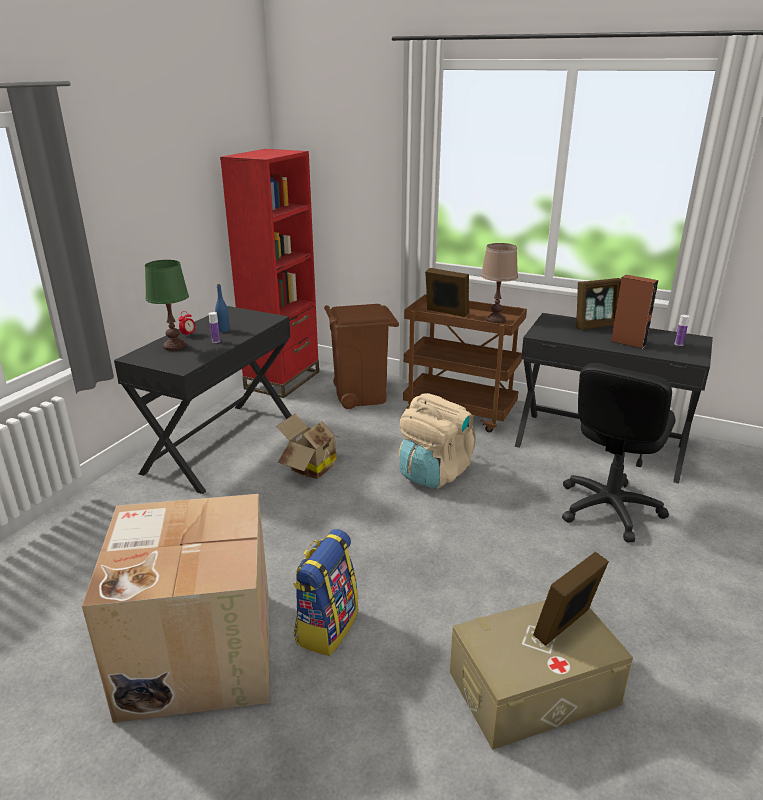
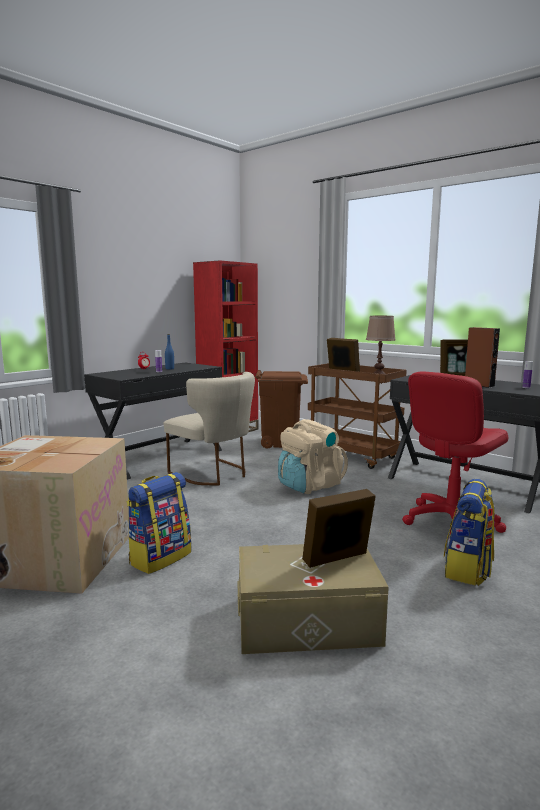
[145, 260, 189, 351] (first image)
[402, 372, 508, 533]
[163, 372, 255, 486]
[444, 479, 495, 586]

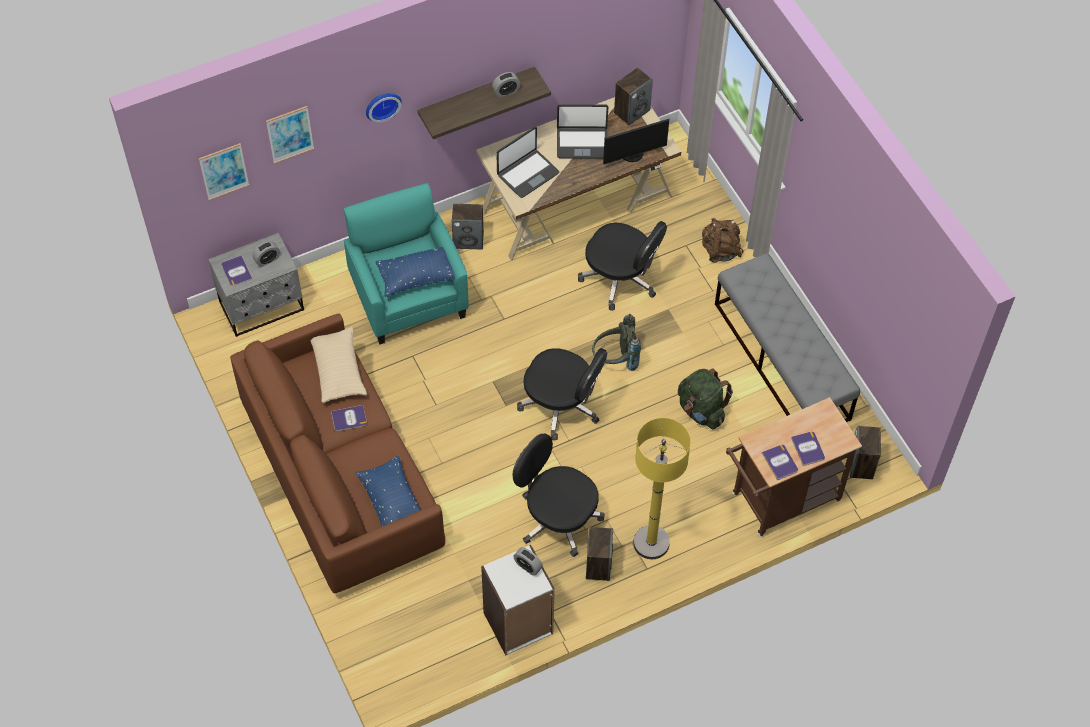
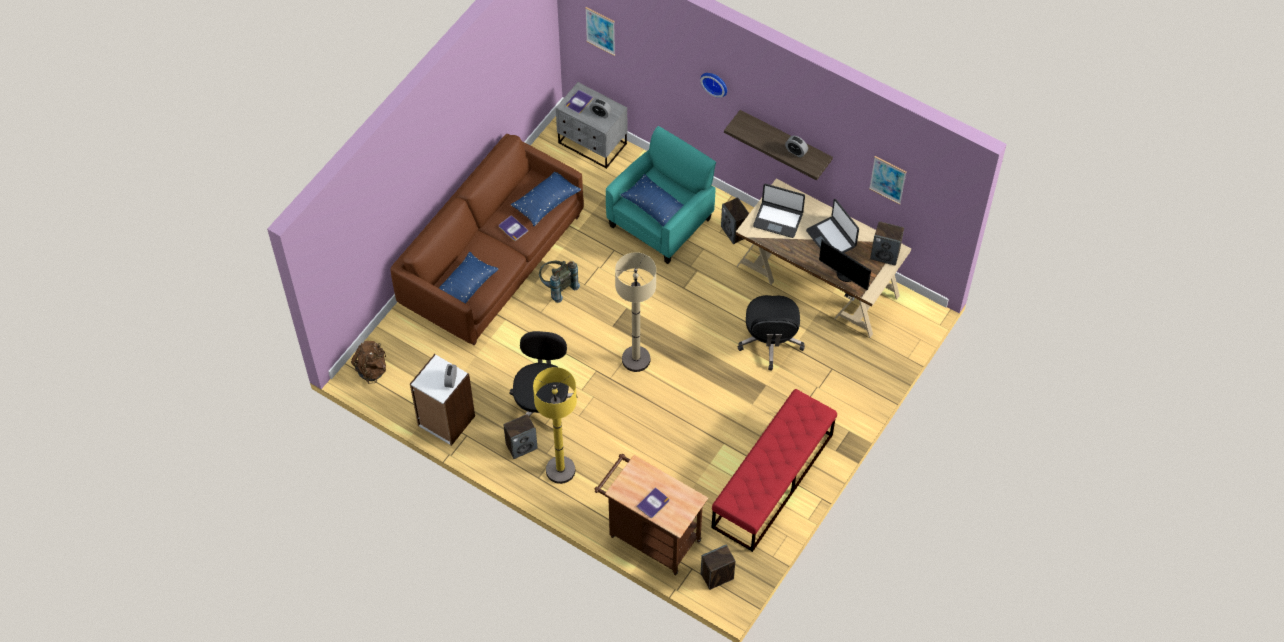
[869, 156, 907, 205]
[351, 341, 386, 384]
[712, 389, 837, 552]
[539, 261, 580, 303]
[511, 172, 581, 226]
[615, 252, 656, 372]
[678, 368, 733, 429] (first image)
[762, 444, 798, 480] (first image)

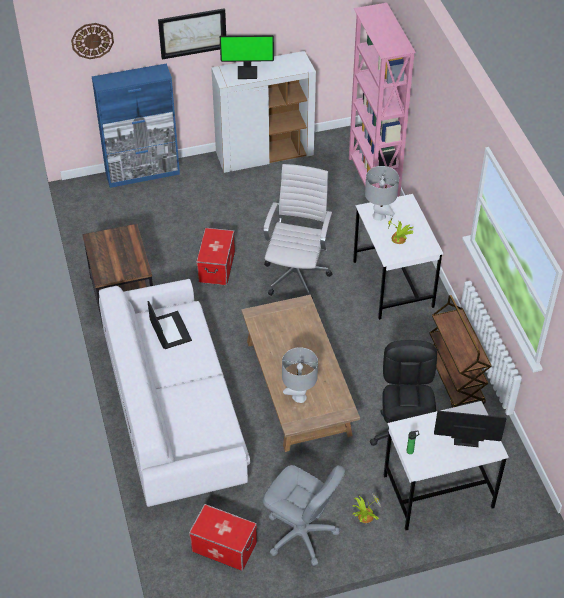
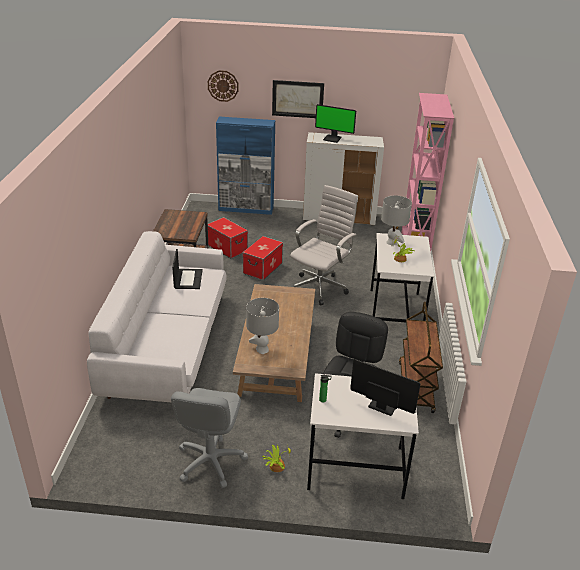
[171, 388, 248, 488]
[208, 217, 248, 258]

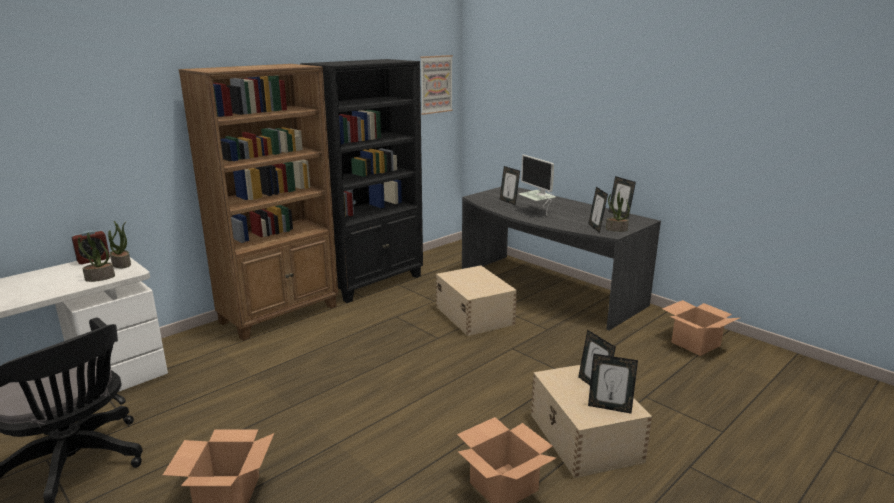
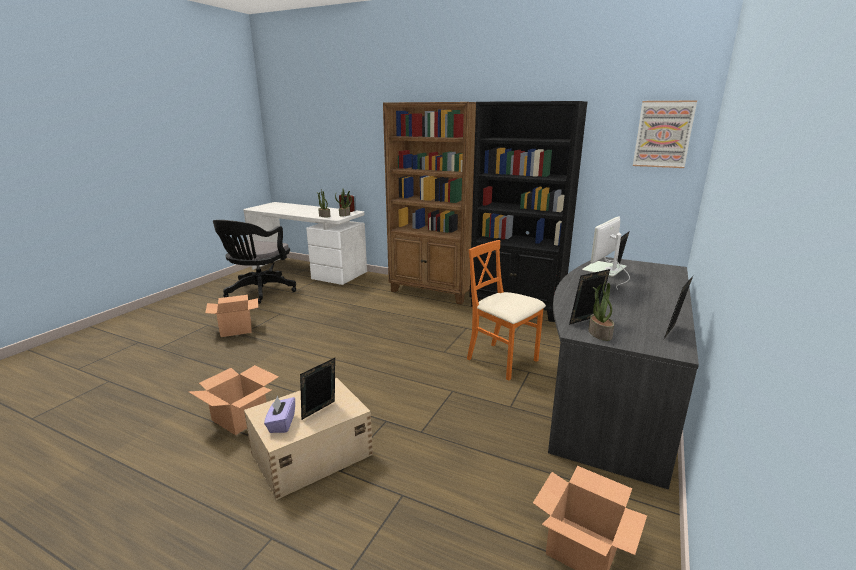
[467, 240, 546, 381]
[264, 396, 295, 433]

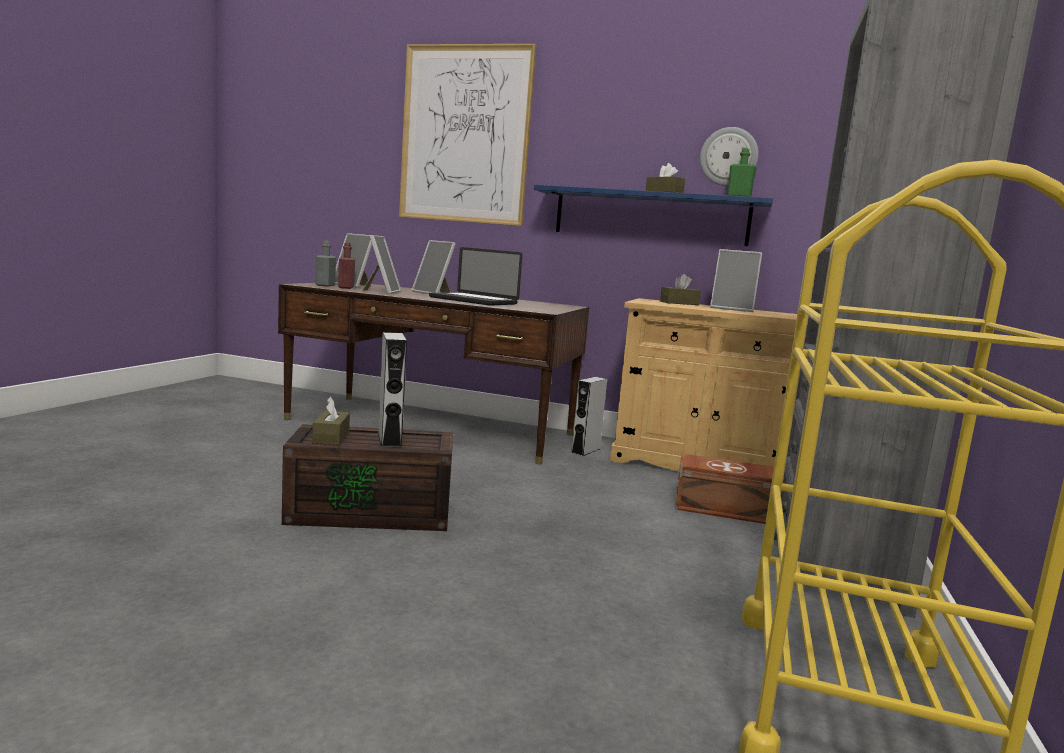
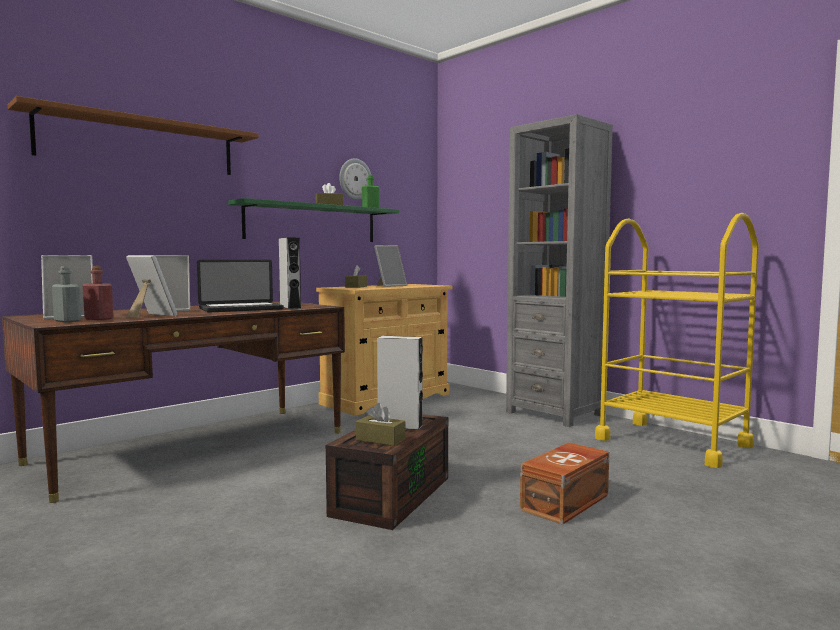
[8, 96, 259, 175]
[228, 198, 399, 242]
[279, 238, 301, 309]
[520, 442, 609, 525]

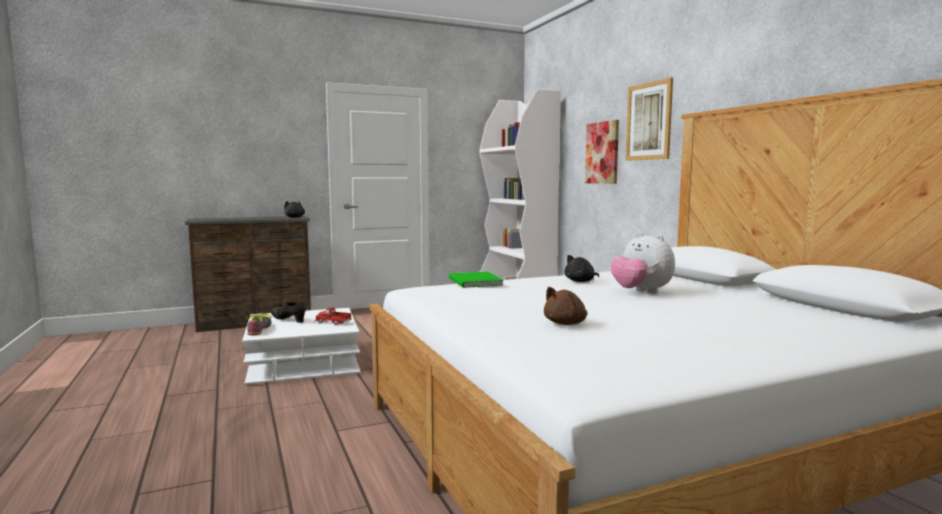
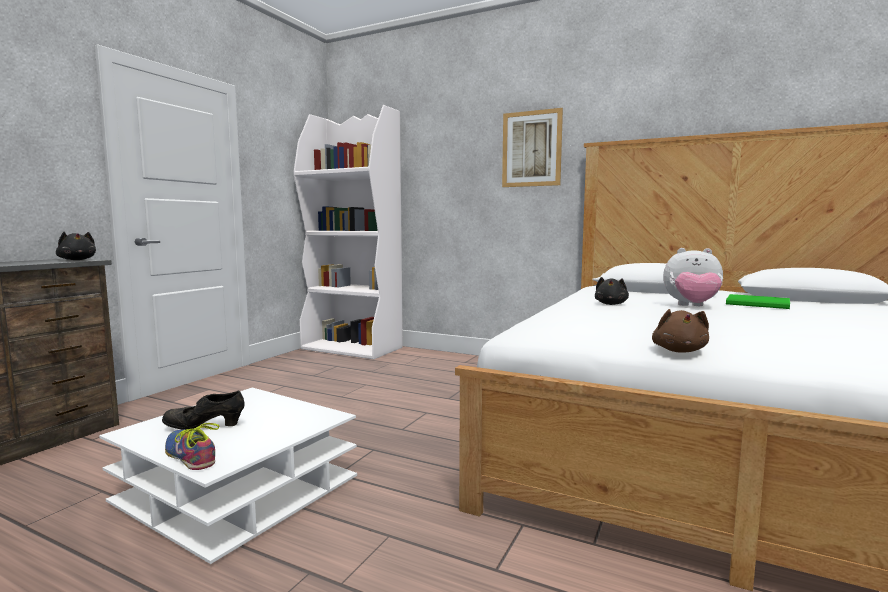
[585, 120, 619, 184] (first image)
[726, 294, 790, 309]
[652, 309, 709, 353]
[315, 307, 352, 325] (first image)

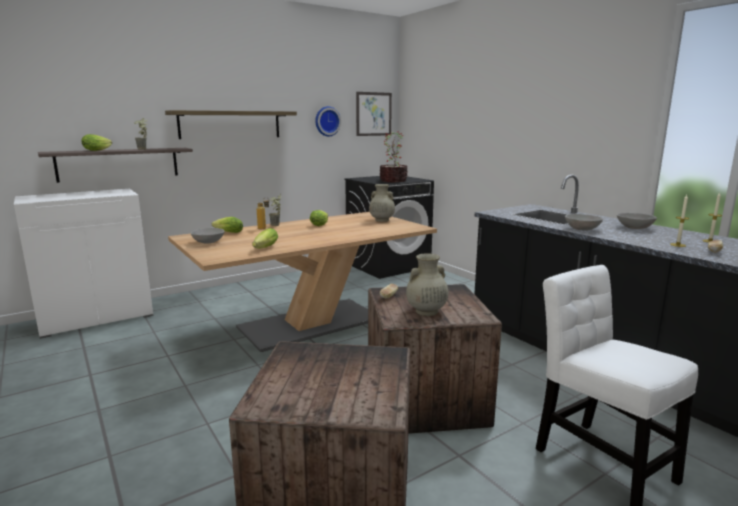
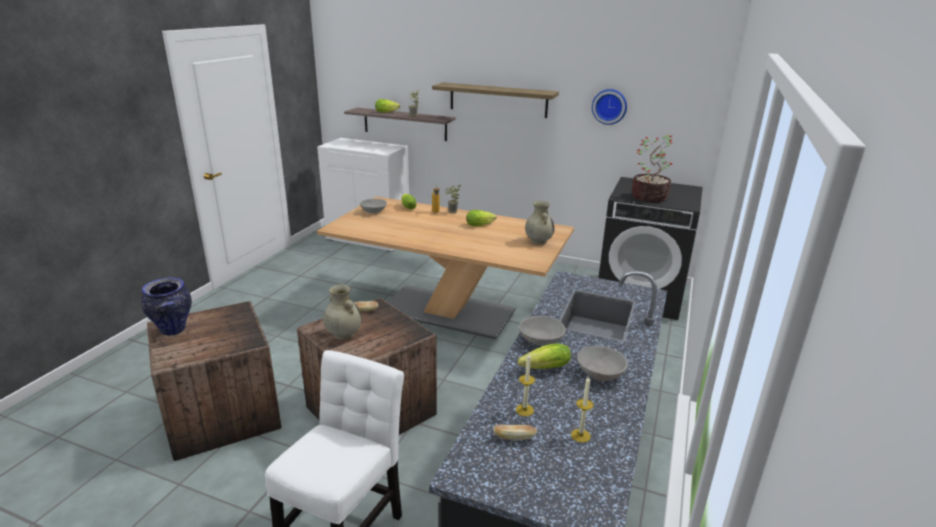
[356, 92, 392, 136] (first image)
[518, 343, 571, 369]
[141, 277, 192, 336]

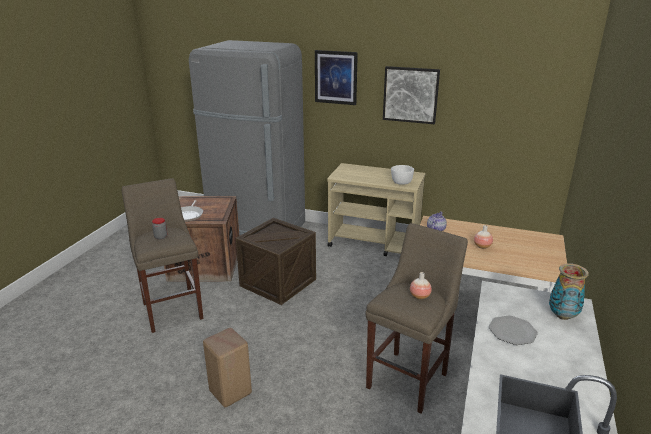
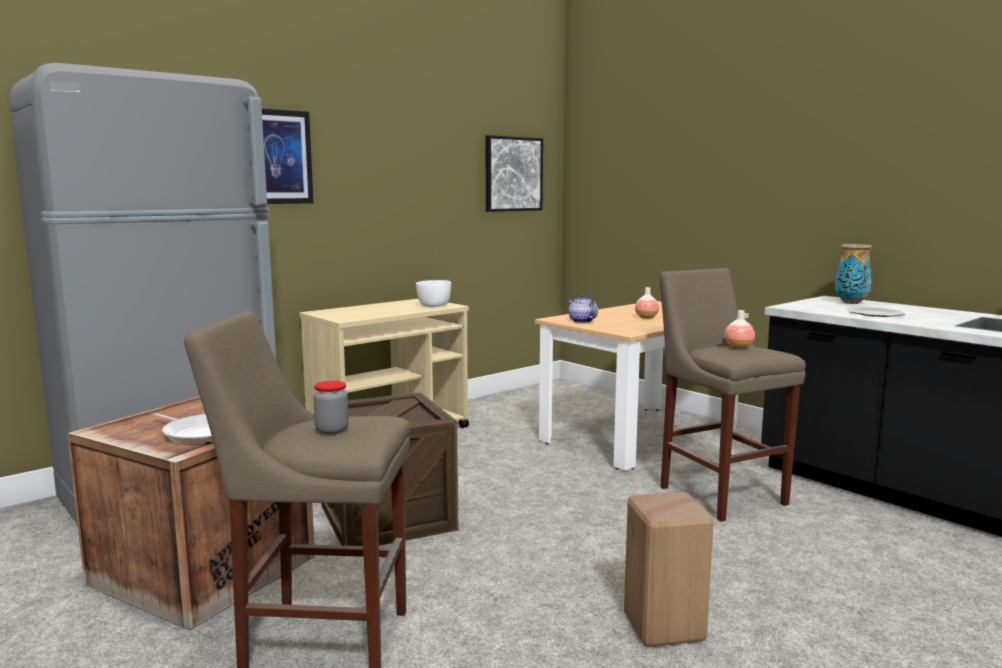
[486, 135, 543, 212]

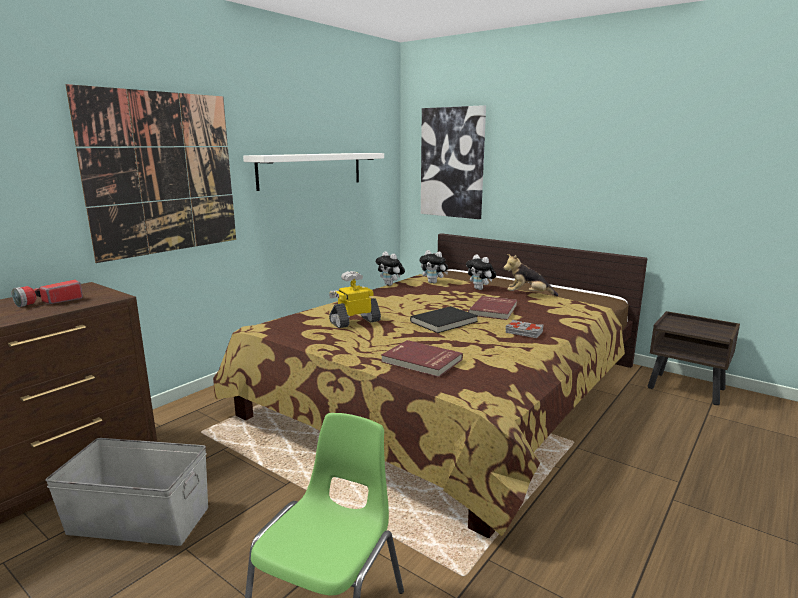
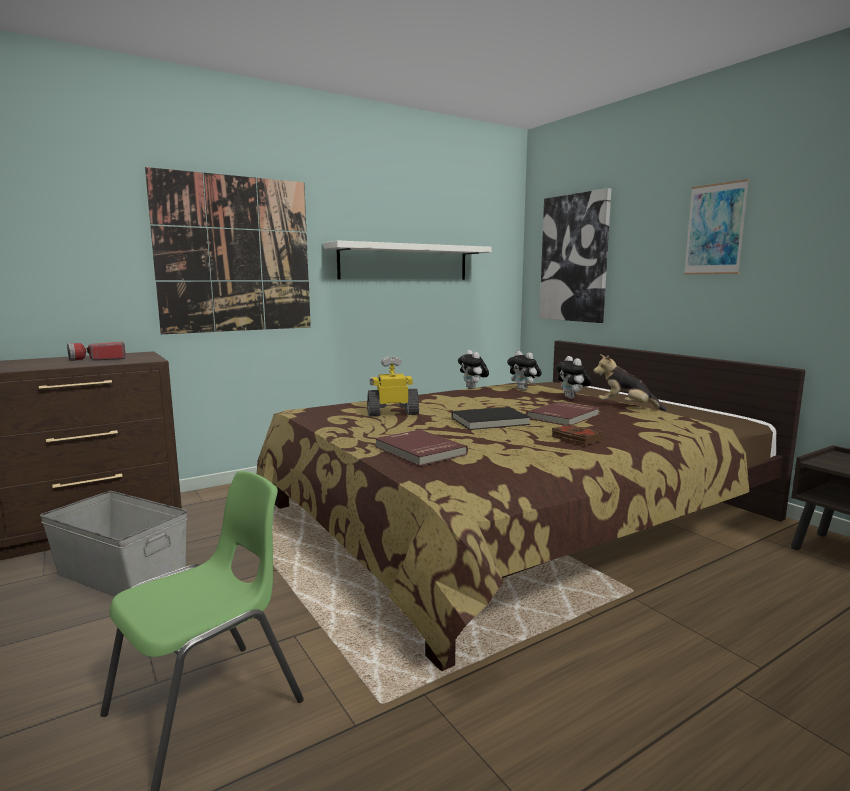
[552, 424, 602, 445]
[684, 179, 749, 274]

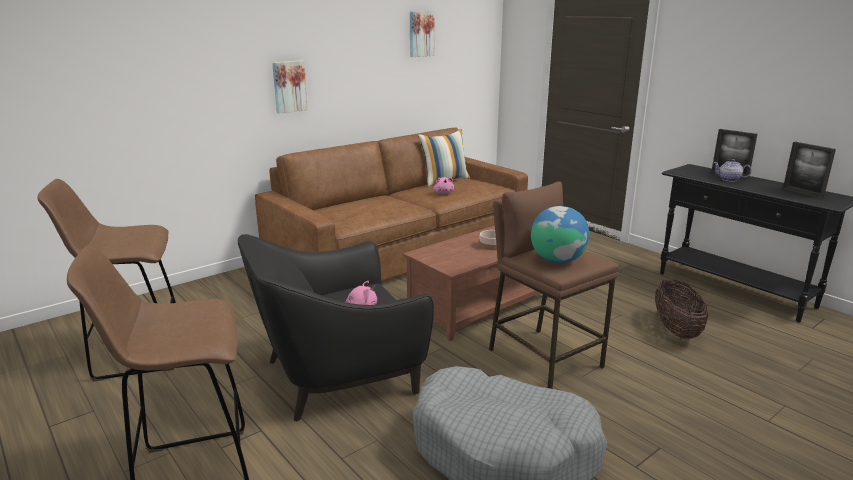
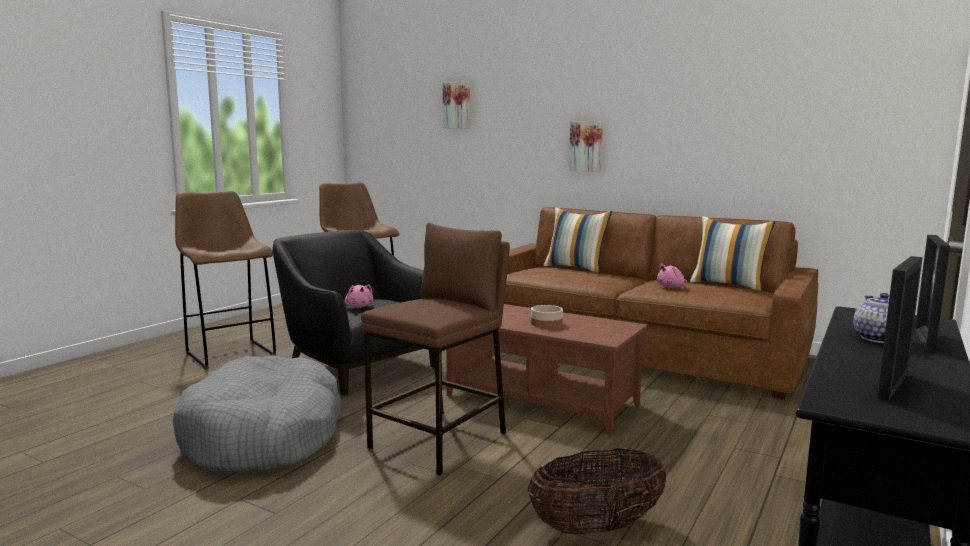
[442, 81, 470, 128]
[531, 206, 589, 263] (first image)
[544, 208, 612, 273]

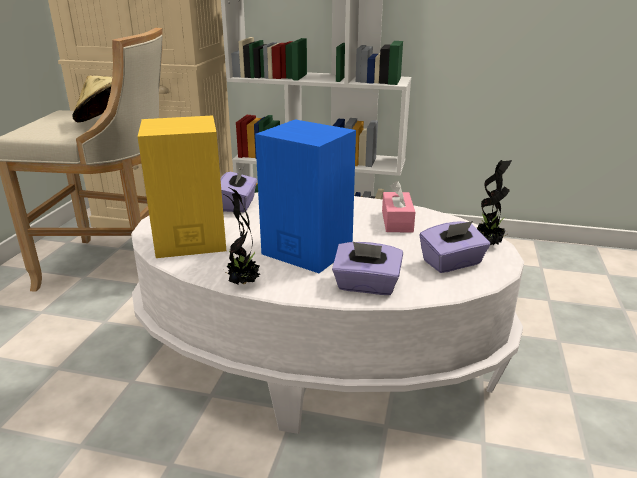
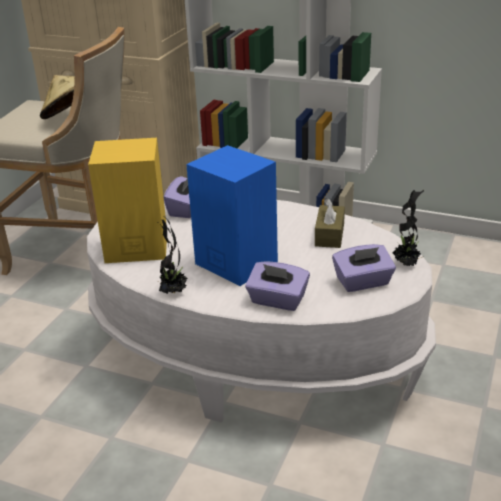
[315, 198, 345, 248]

